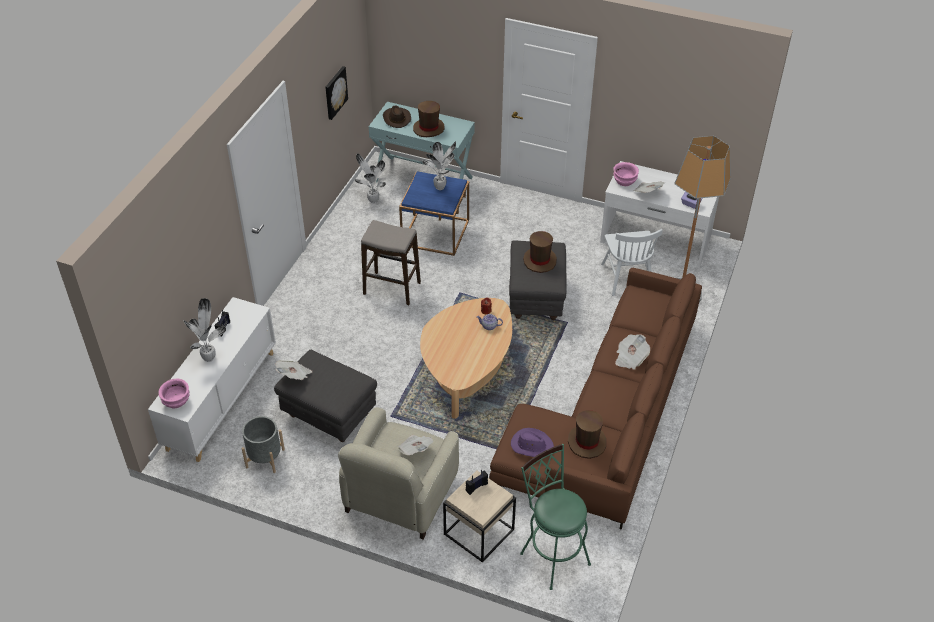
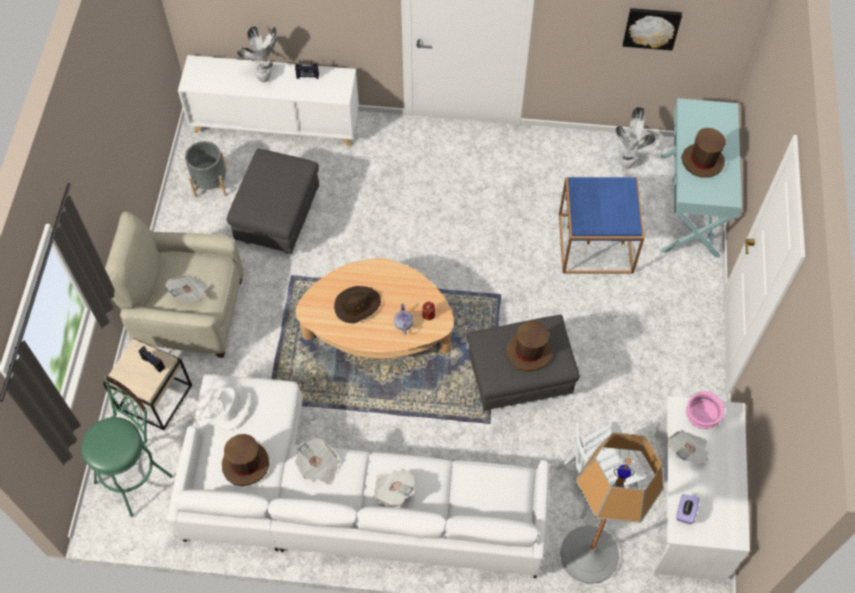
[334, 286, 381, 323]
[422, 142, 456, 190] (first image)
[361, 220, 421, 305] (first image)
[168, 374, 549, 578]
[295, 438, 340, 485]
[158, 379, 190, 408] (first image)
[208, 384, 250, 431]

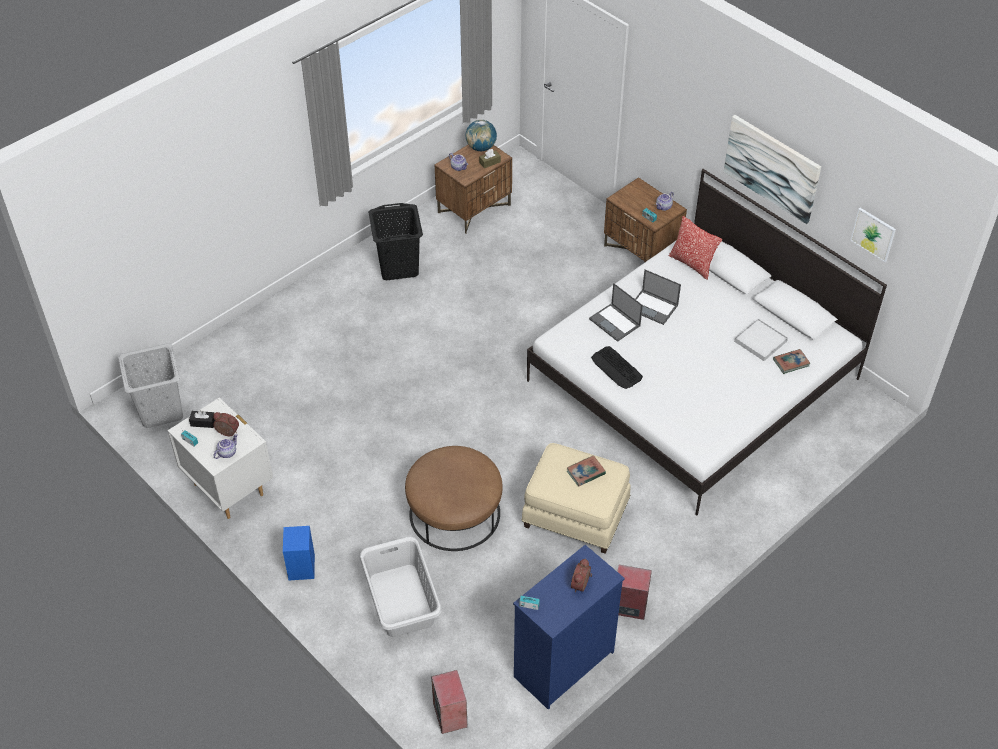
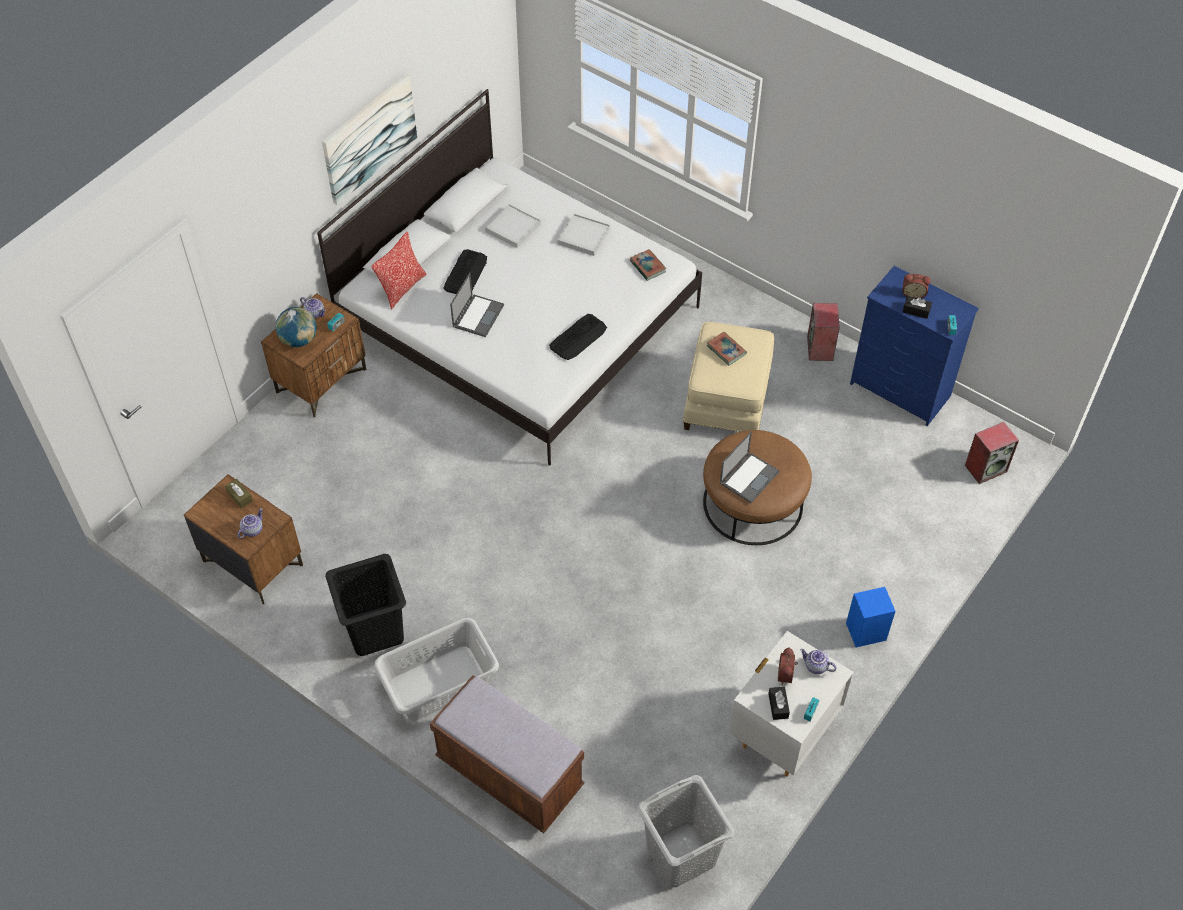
[276, 307, 317, 347]
[850, 208, 896, 262] (first image)
[720, 431, 780, 503]
[630, 249, 667, 281]
[374, 618, 499, 721]
[557, 214, 610, 256]
[443, 249, 487, 294]
[903, 296, 932, 319]
[430, 675, 584, 833]

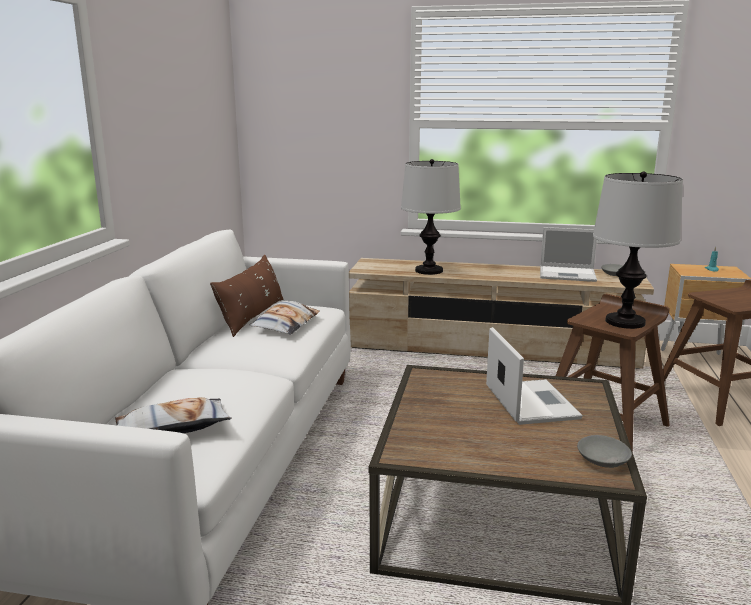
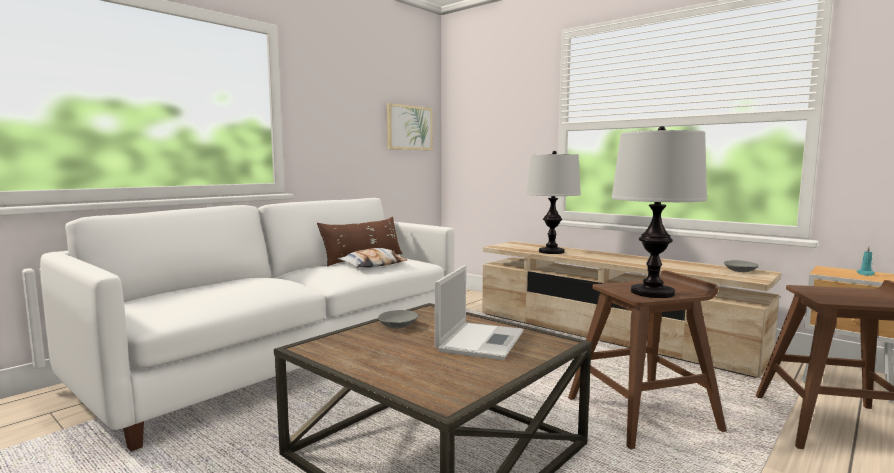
[540, 227, 597, 282] (first image)
[115, 397, 232, 433] (first image)
[378, 310, 418, 328]
[387, 103, 432, 150]

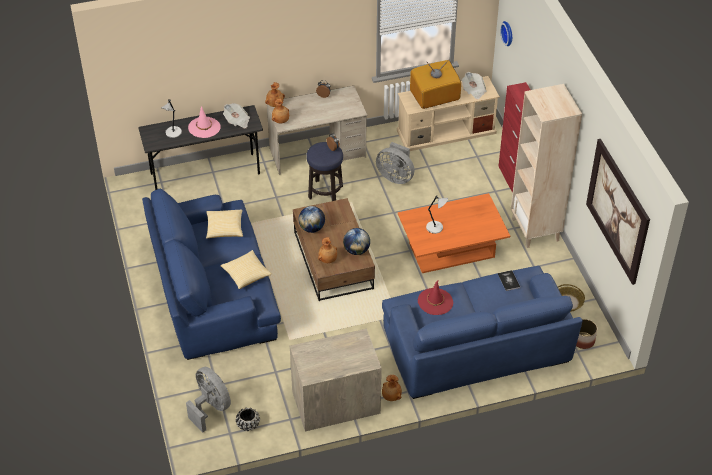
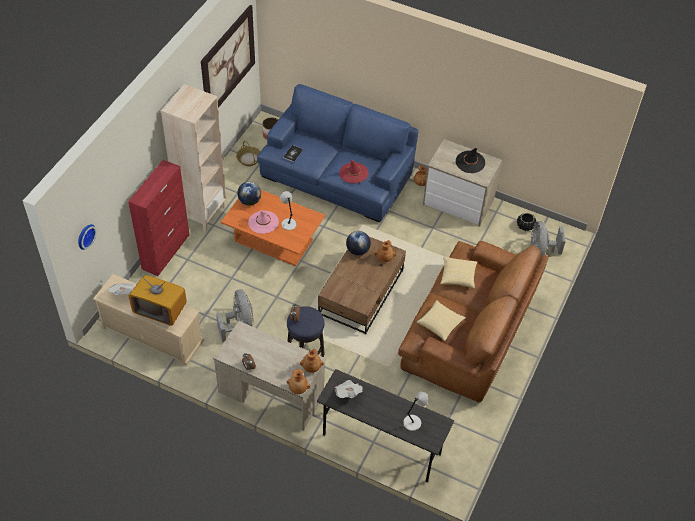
[248, 210, 279, 234]
[398, 241, 549, 402]
[237, 182, 261, 205]
[456, 148, 485, 173]

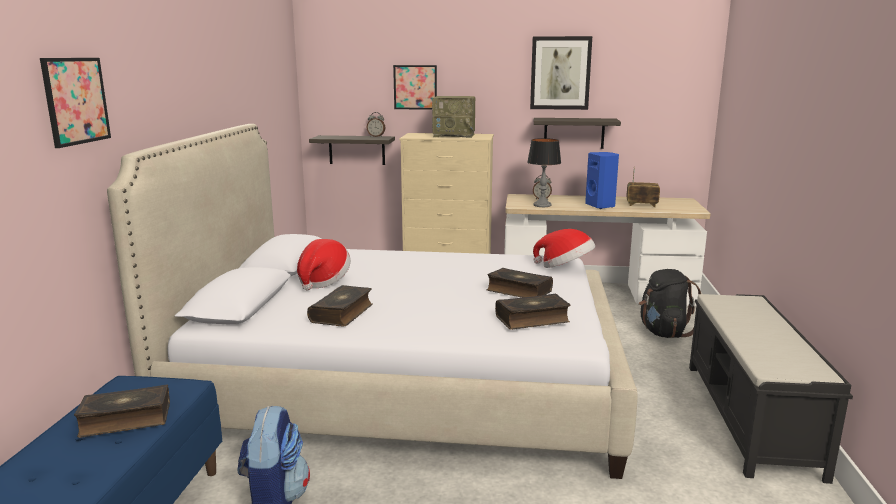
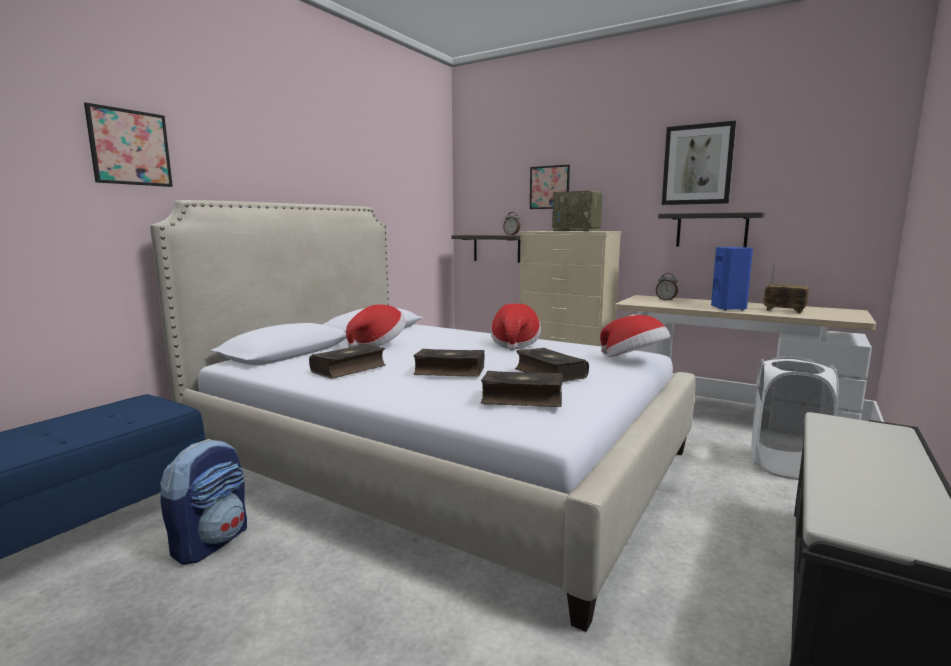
[527, 138, 561, 207] (first image)
[751, 356, 838, 480]
[413, 349, 484, 377]
[491, 304, 541, 350]

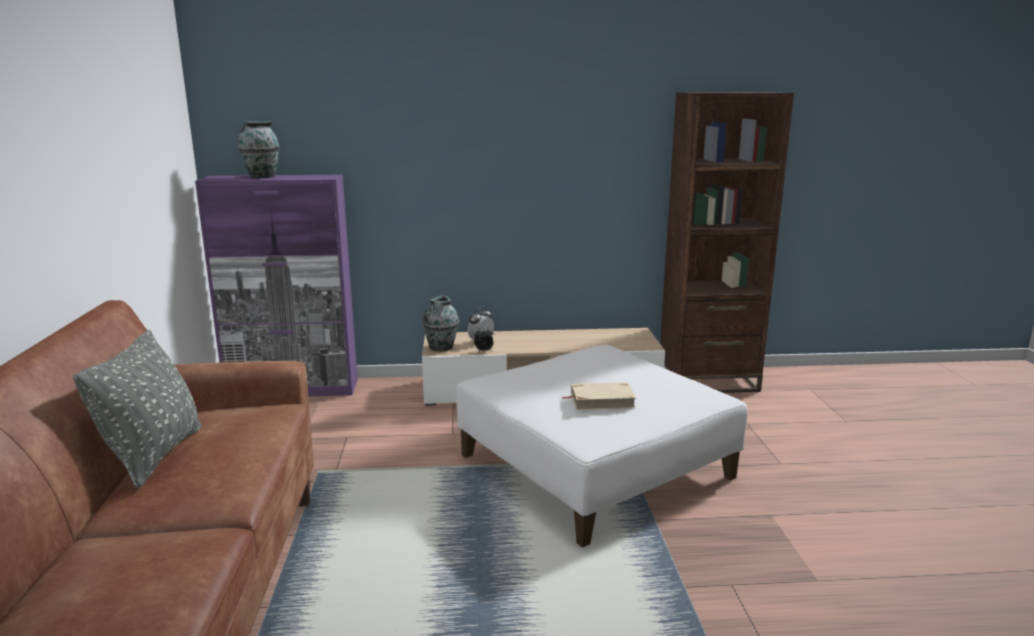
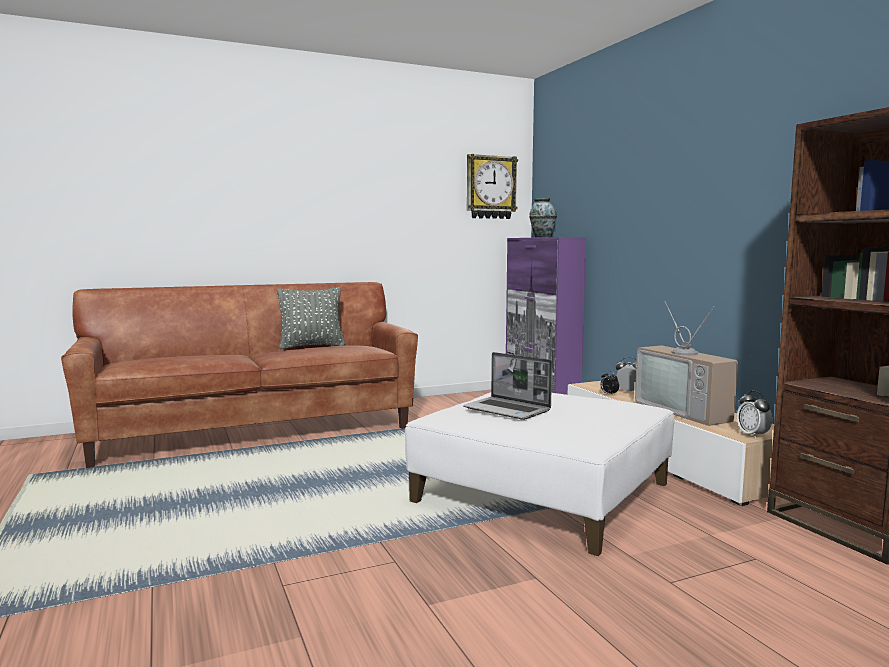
[422, 295, 459, 351] (first image)
[463, 352, 552, 420]
[467, 154, 518, 219]
[635, 301, 738, 426]
[737, 391, 772, 438]

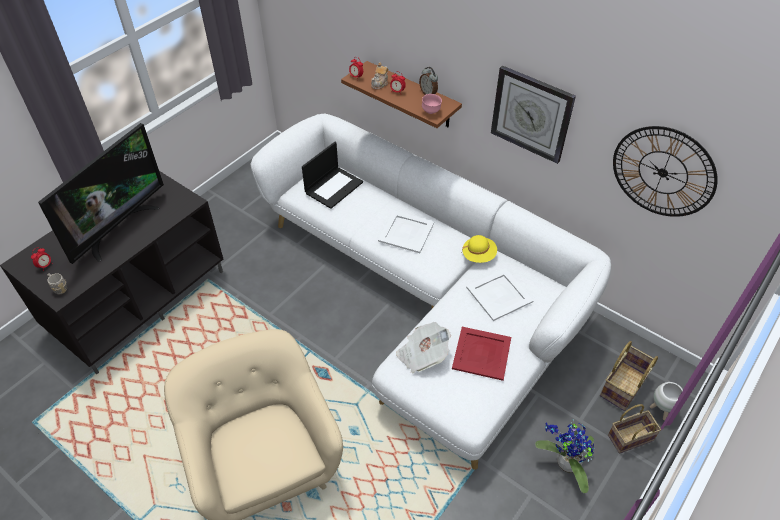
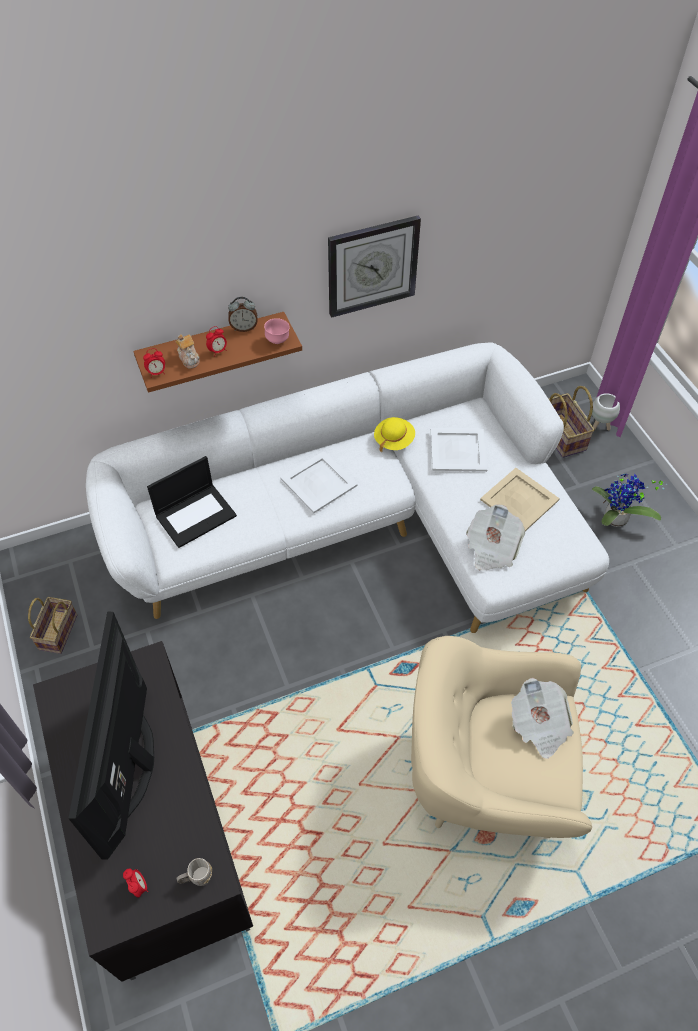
[68, 611, 154, 860]
[613, 126, 718, 217] (first image)
[147, 456, 237, 548]
[480, 468, 560, 531]
[28, 597, 77, 654]
[511, 678, 574, 759]

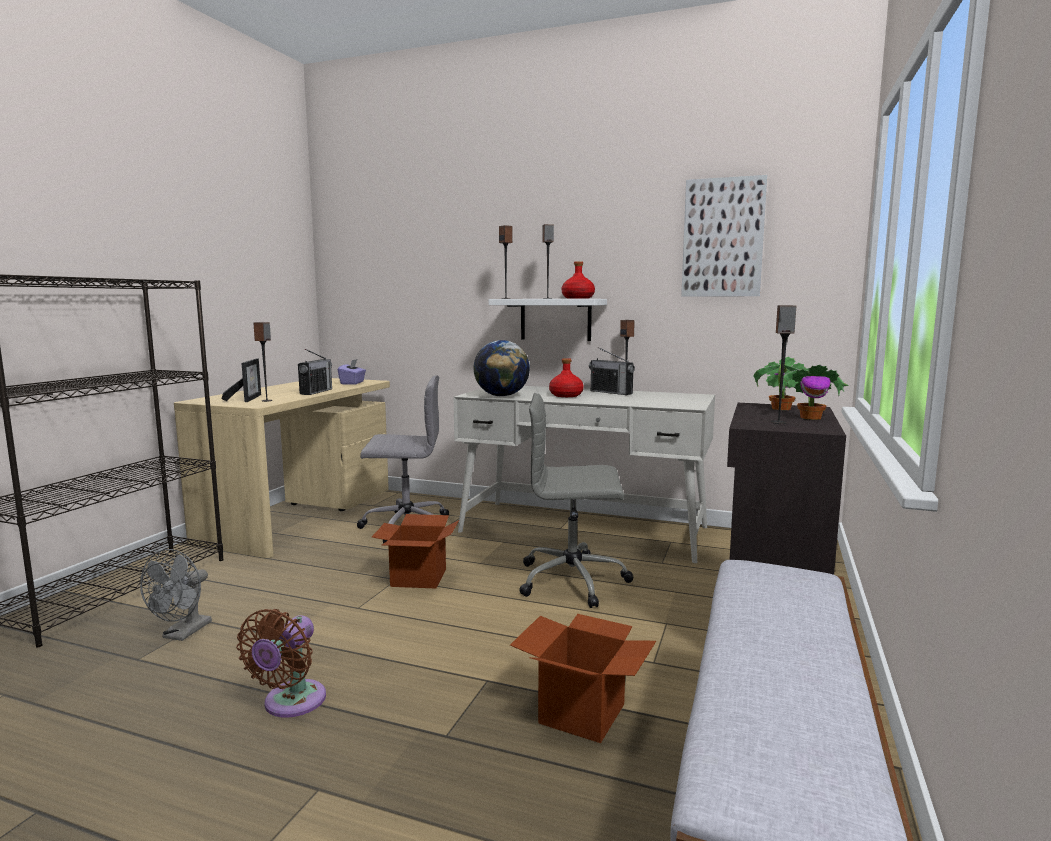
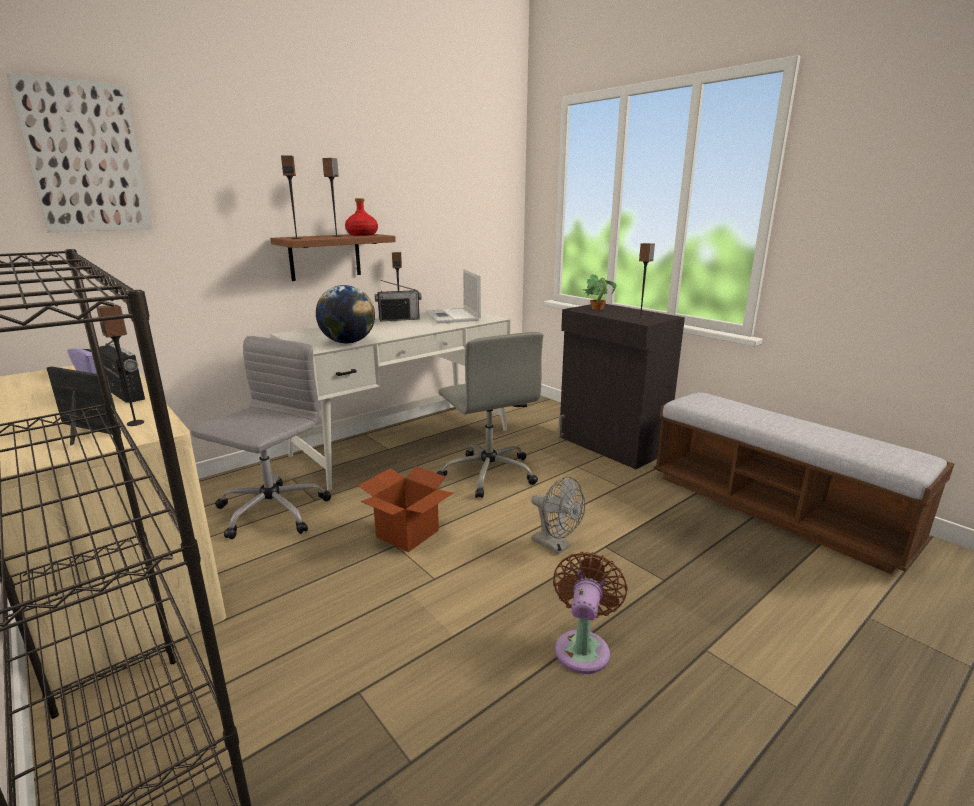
[6, 72, 153, 232]
[271, 234, 396, 281]
[549, 358, 584, 397] (first image)
[782, 365, 849, 420] (first image)
[437, 332, 543, 498]
[531, 477, 585, 554]
[553, 552, 628, 674]
[510, 614, 656, 743] (first image)
[426, 269, 481, 323]

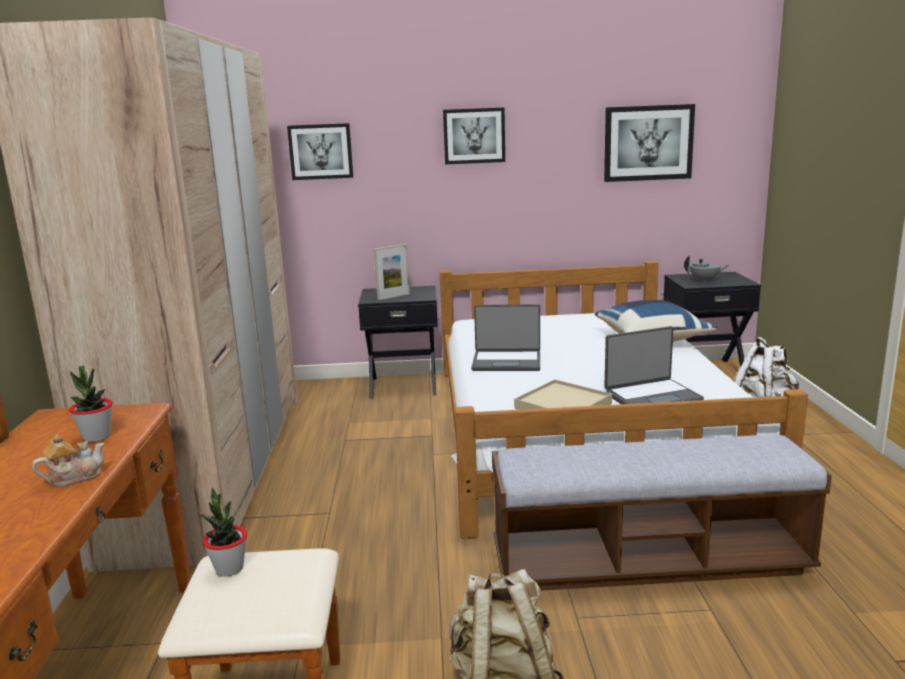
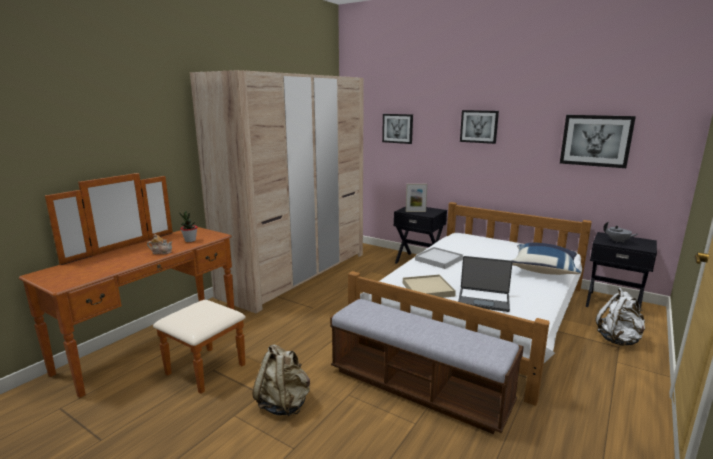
[415, 247, 463, 269]
[201, 487, 247, 577] (first image)

